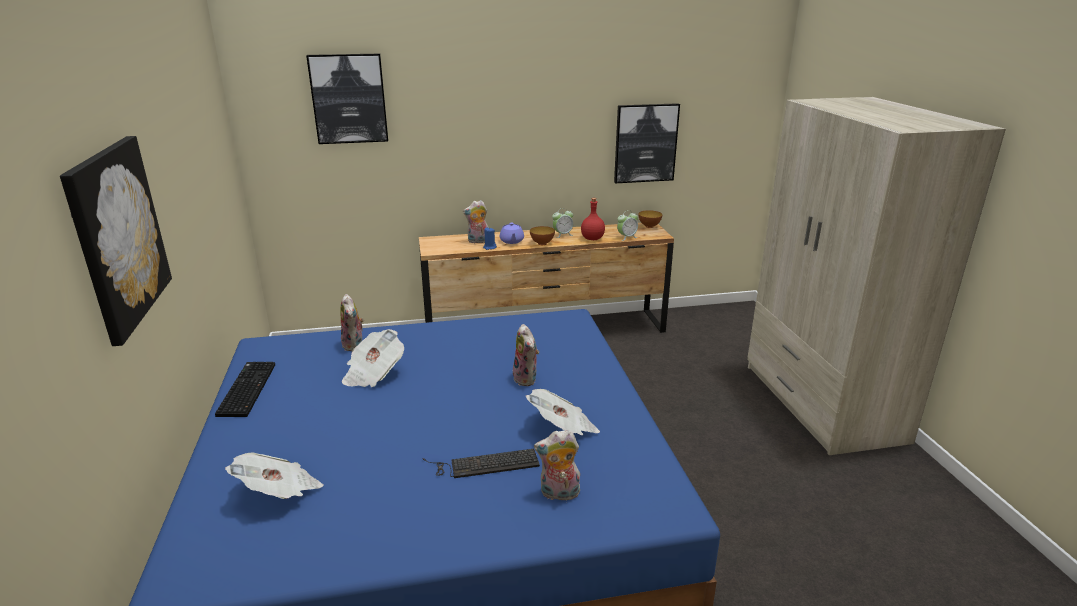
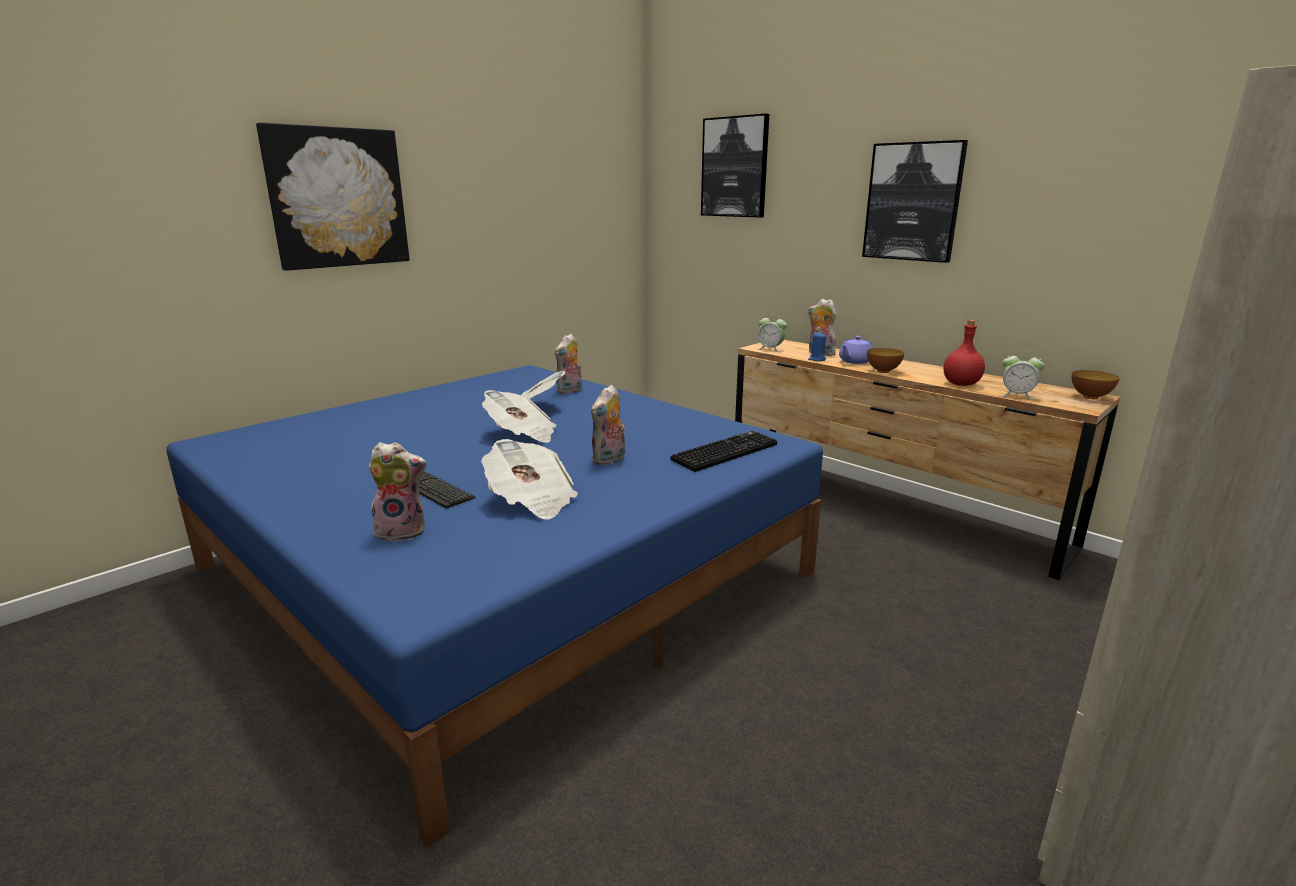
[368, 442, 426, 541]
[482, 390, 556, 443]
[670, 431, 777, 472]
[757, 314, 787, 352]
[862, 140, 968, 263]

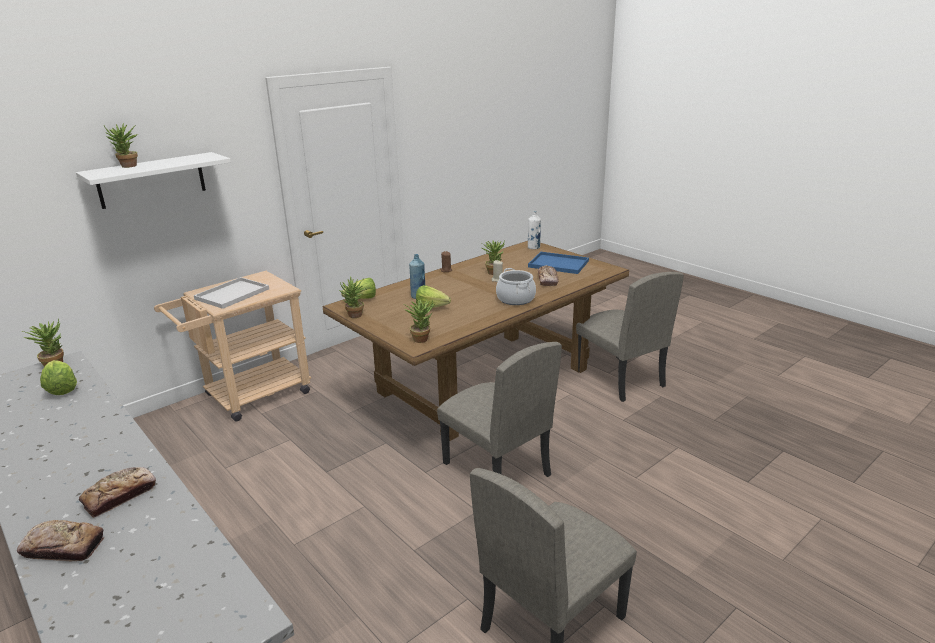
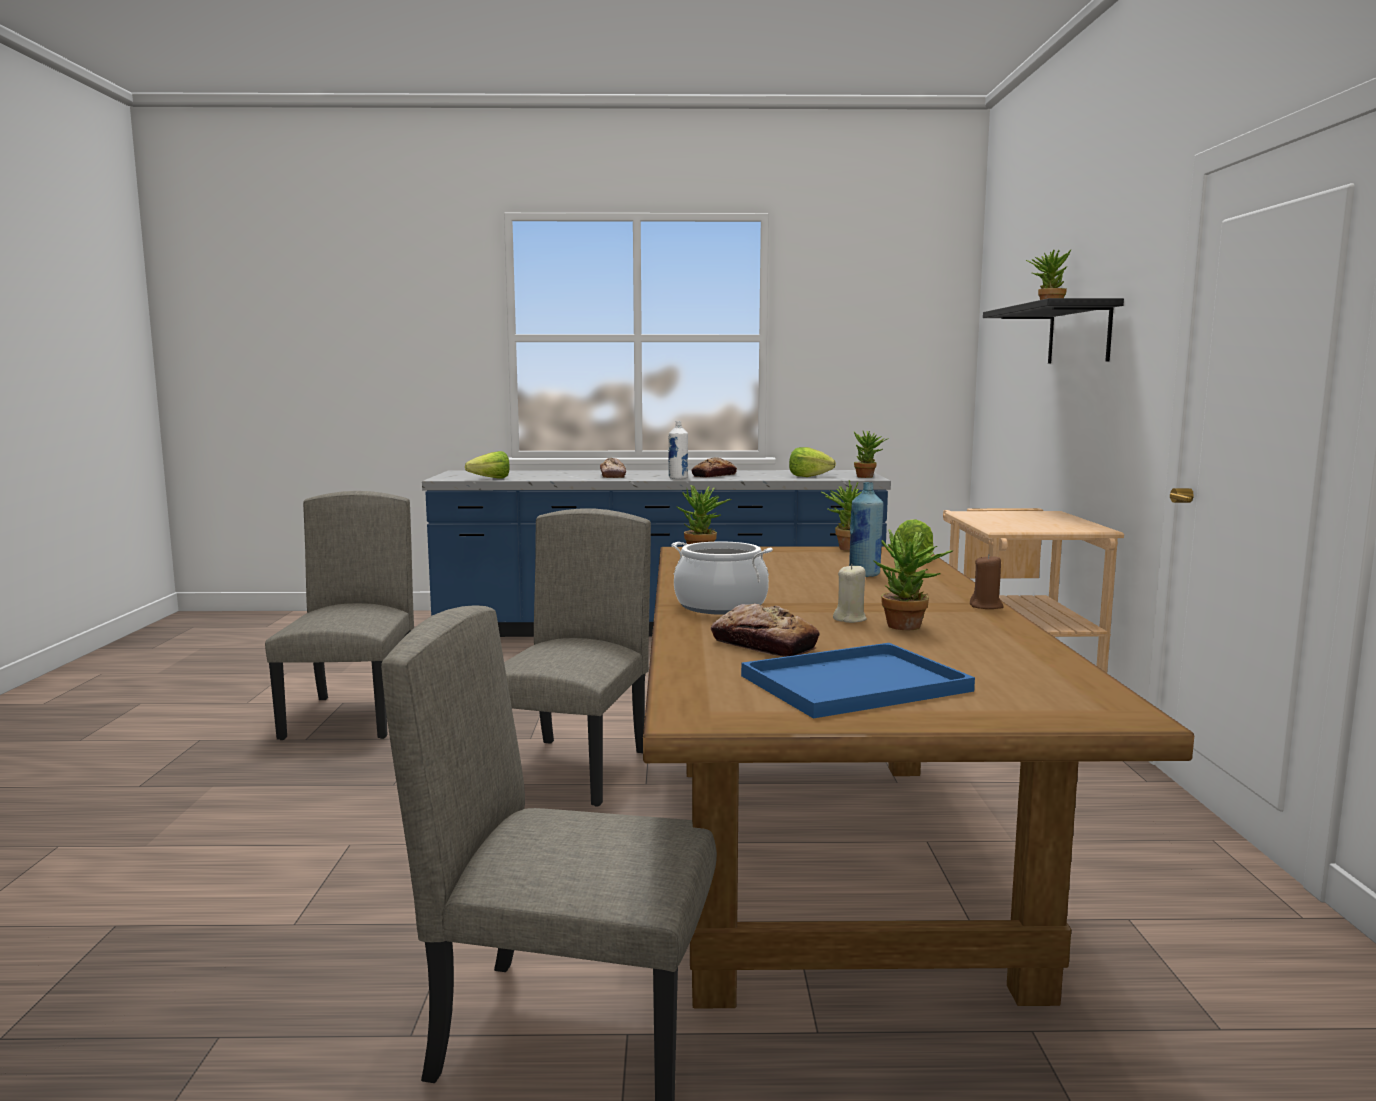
[465, 451, 509, 479]
[504, 508, 651, 807]
[668, 421, 688, 479]
[691, 457, 737, 477]
[983, 298, 1124, 364]
[194, 277, 269, 309] (first image)

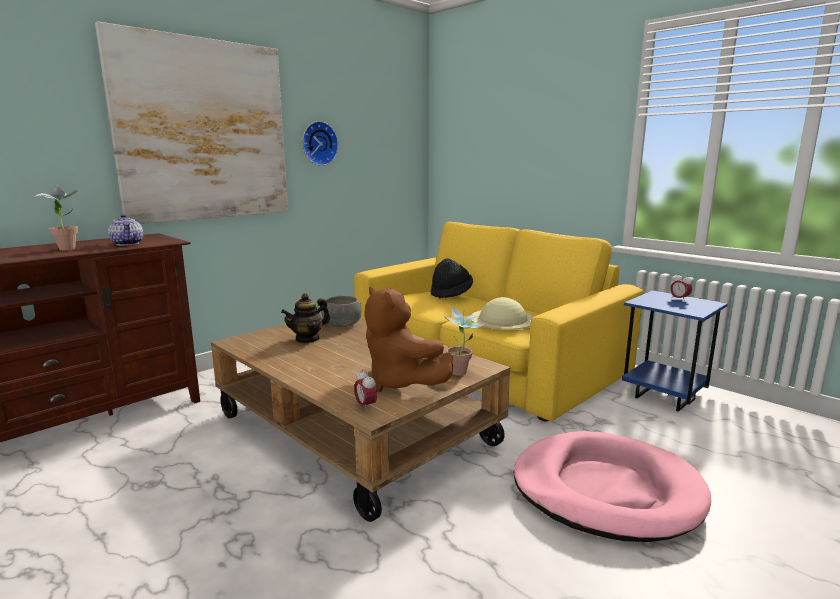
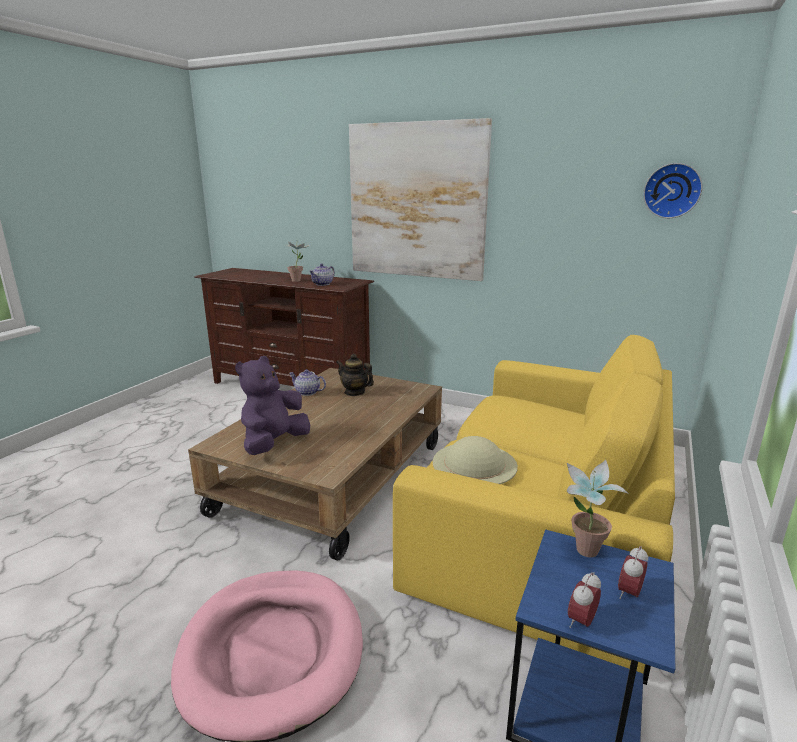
[235, 356, 310, 455]
[289, 369, 326, 396]
[567, 460, 628, 557]
[568, 572, 601, 628]
[643, 163, 702, 218]
[321, 296, 362, 327] (first image)
[431, 258, 473, 298] (first image)

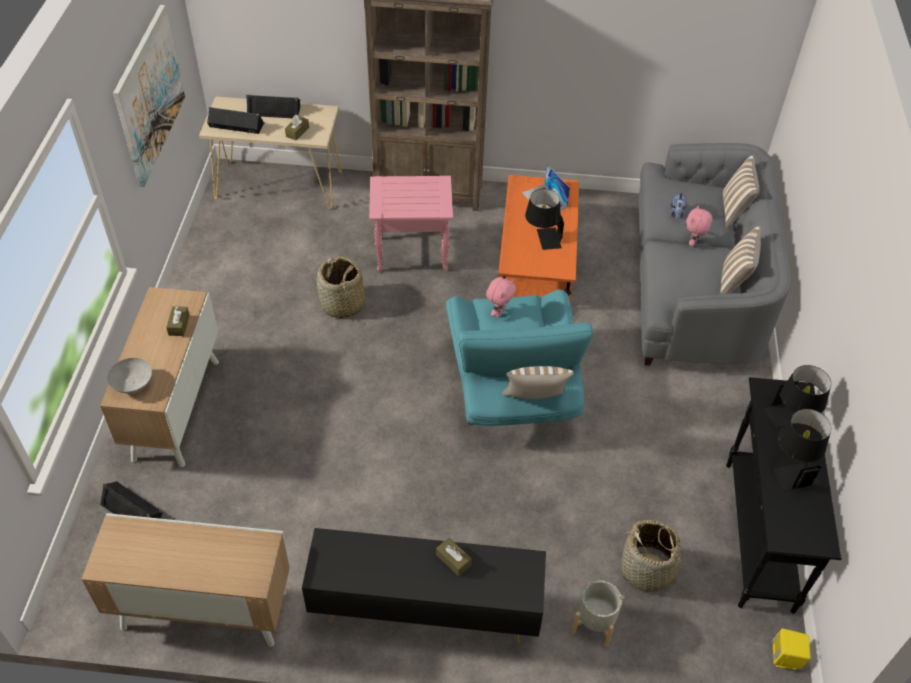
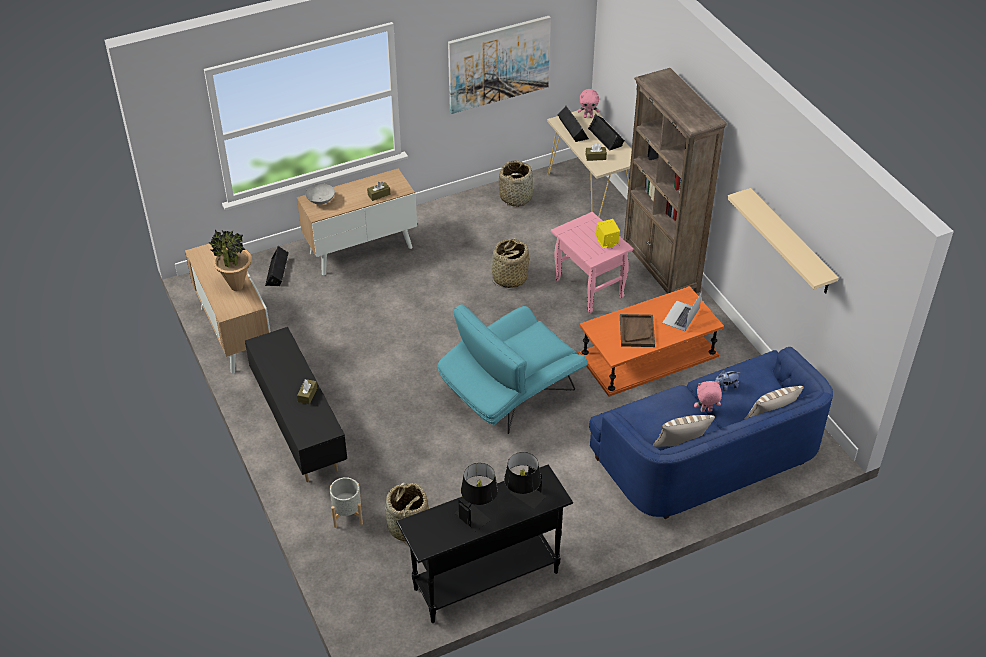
[209, 230, 252, 291]
[499, 160, 533, 207]
[578, 89, 600, 118]
[589, 347, 833, 519]
[596, 219, 620, 248]
[620, 314, 655, 347]
[727, 188, 839, 294]
[502, 366, 574, 399] (first image)

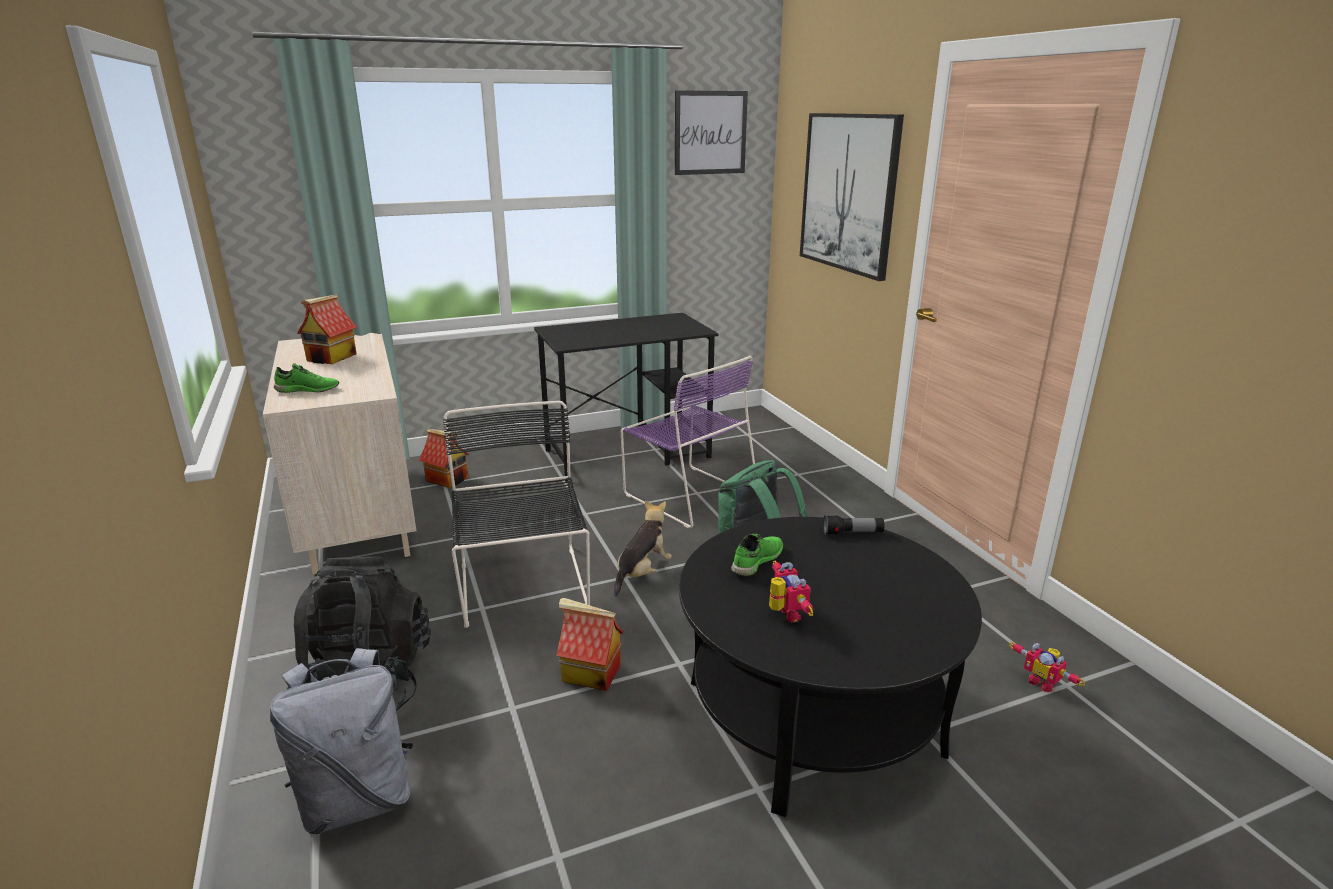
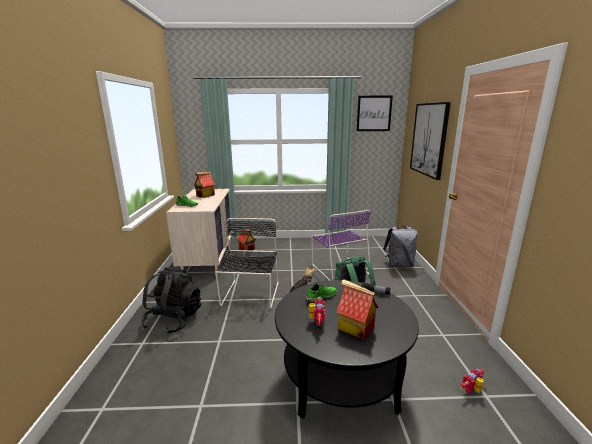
[336, 279, 379, 340]
[383, 226, 418, 267]
[461, 368, 484, 394]
[534, 313, 718, 482] (first image)

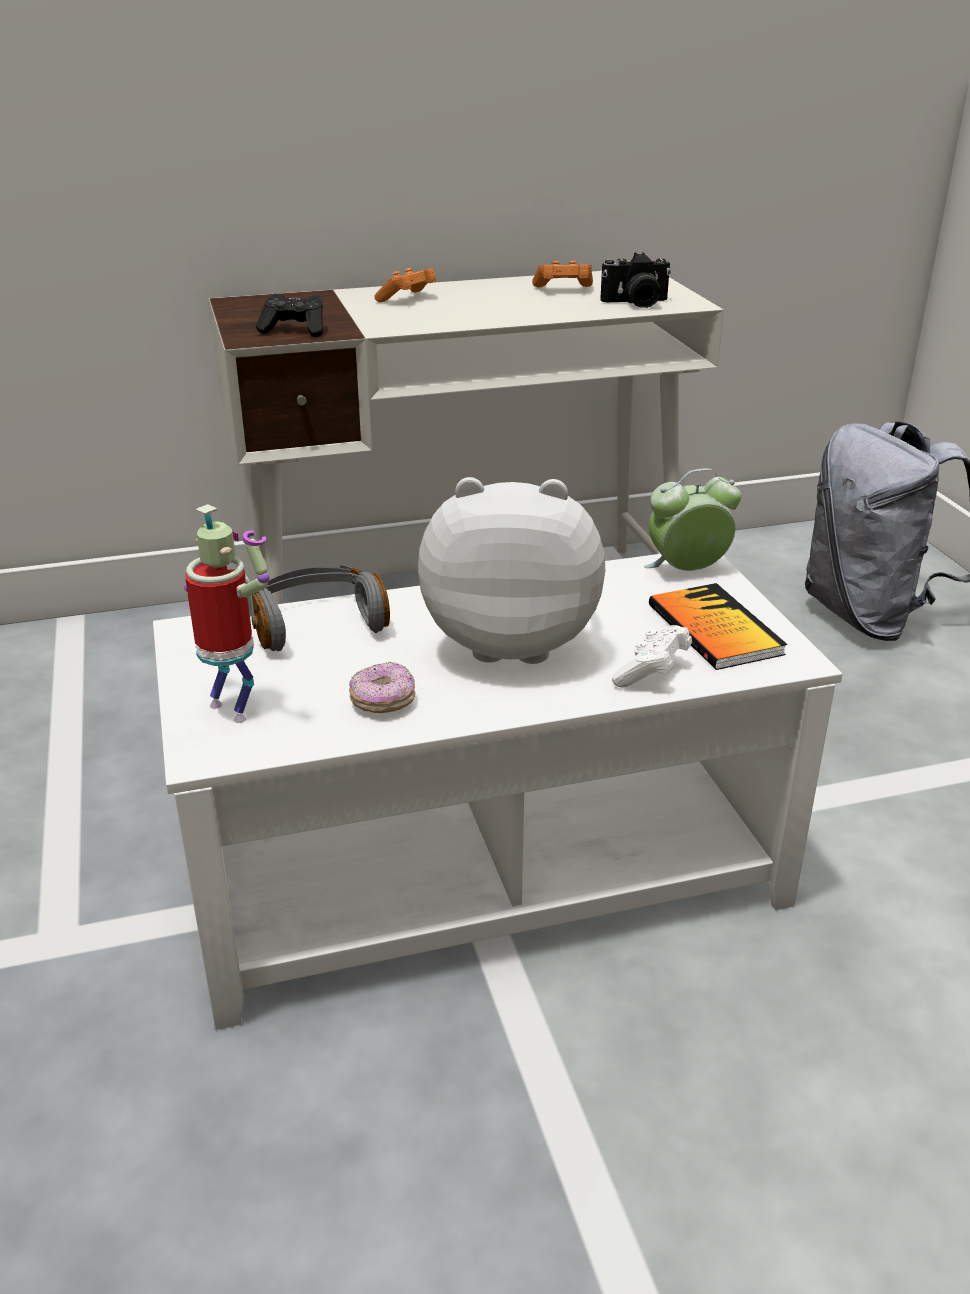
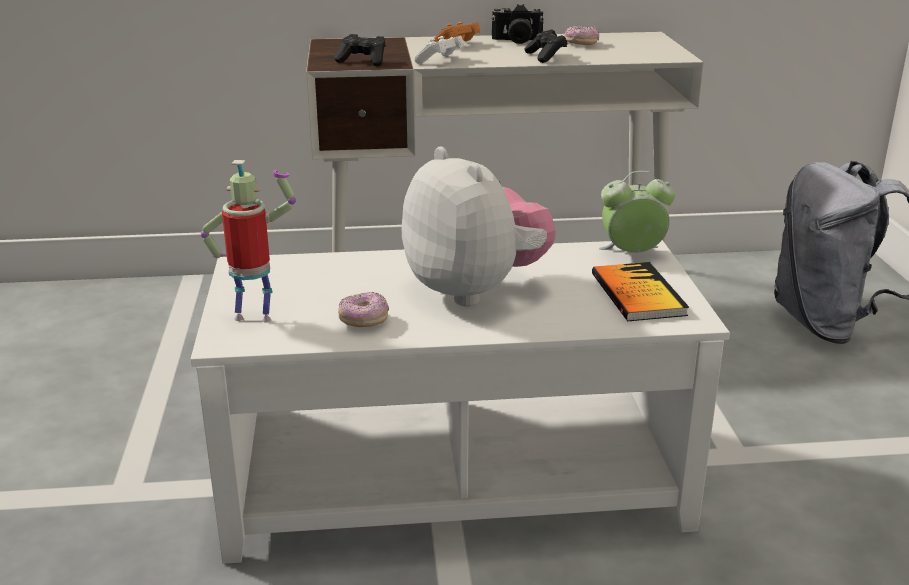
[201, 160, 296, 322]
[402, 146, 555, 307]
[414, 36, 464, 64]
[491, 4, 544, 44]
[525, 29, 568, 63]
[565, 26, 599, 45]
[251, 565, 390, 651] (first image)

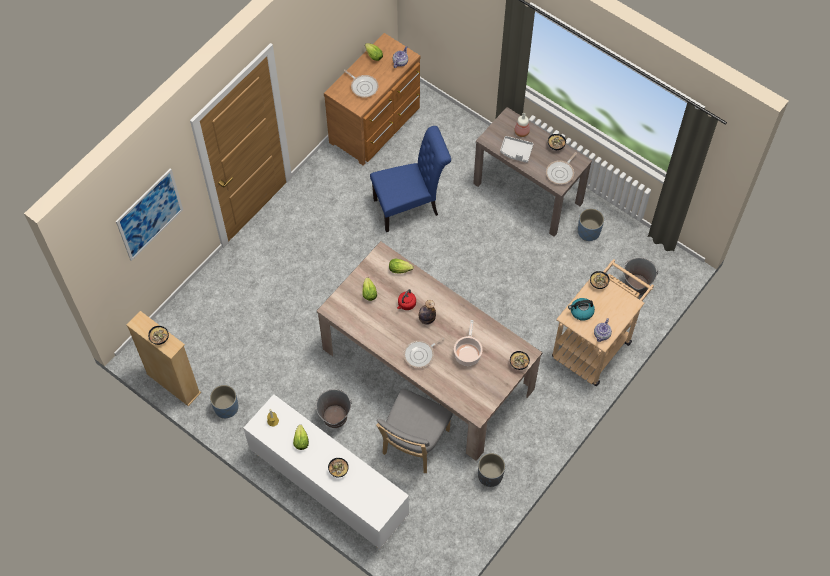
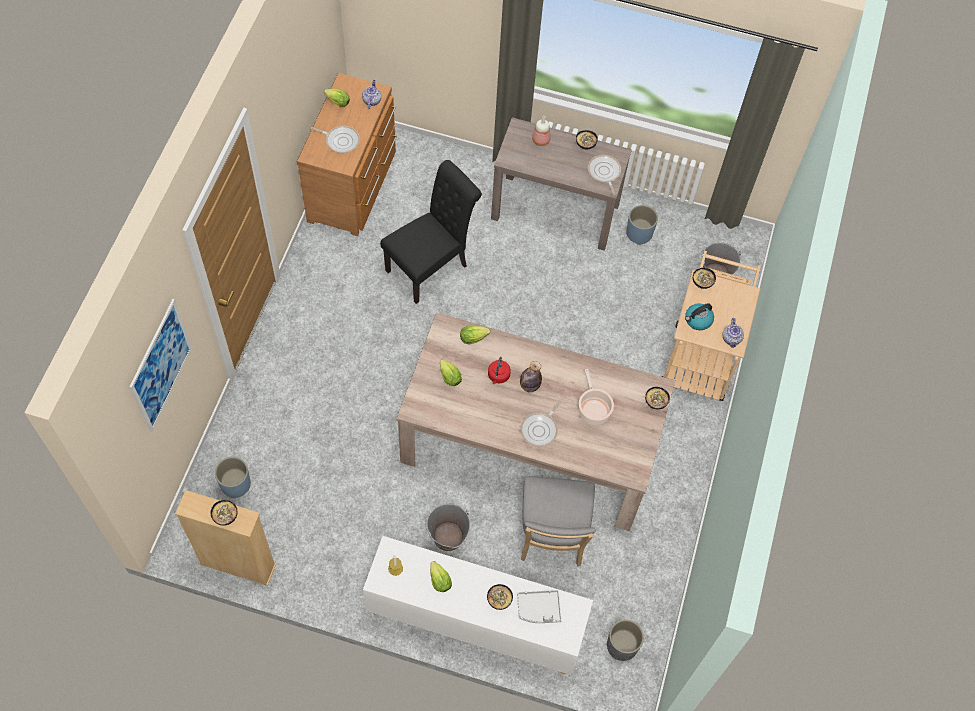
[215, 457, 251, 498]
[380, 160, 482, 304]
[517, 590, 562, 623]
[588, 155, 621, 196]
[607, 619, 644, 661]

